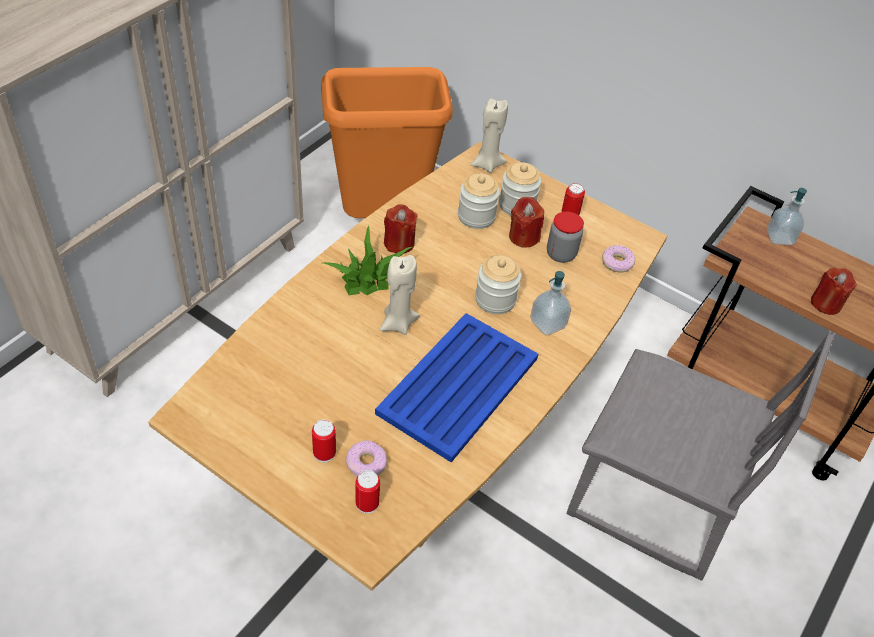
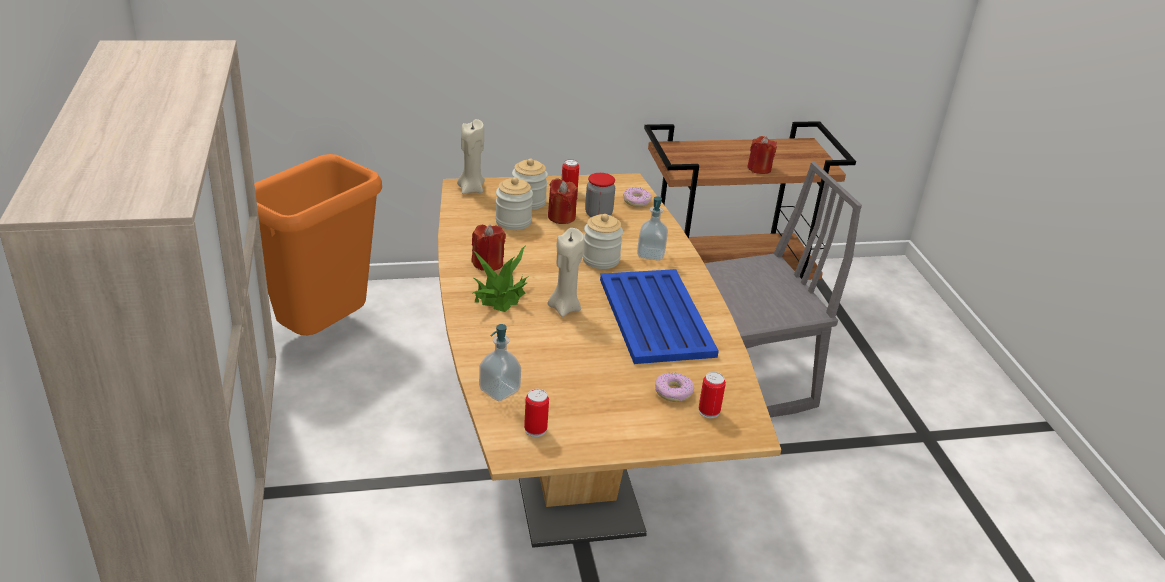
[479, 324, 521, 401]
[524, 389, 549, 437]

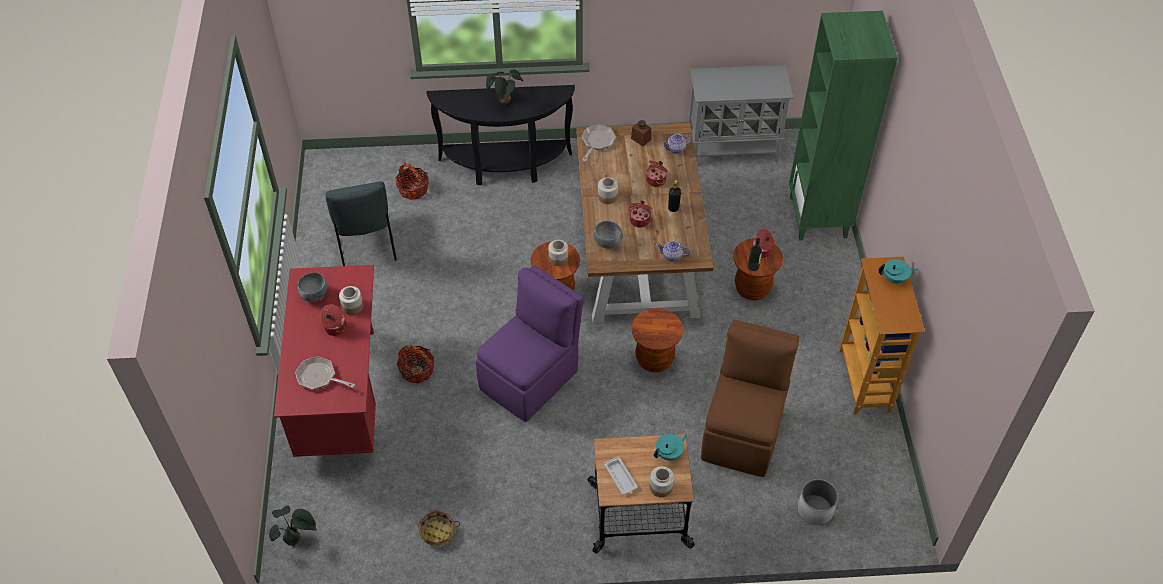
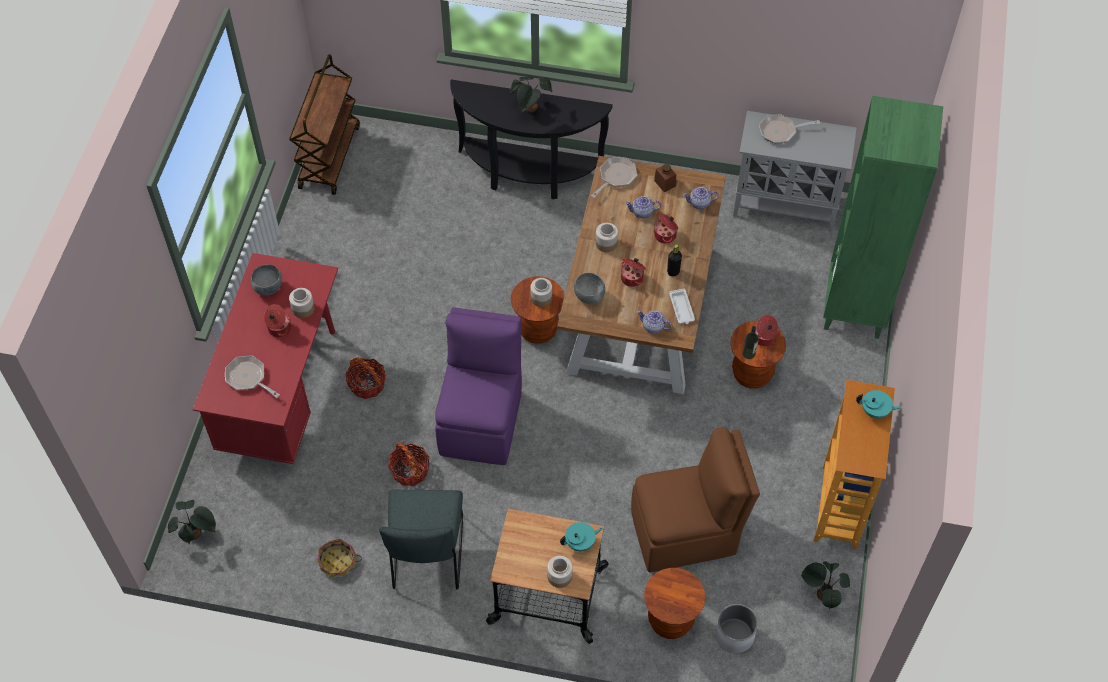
[289, 54, 360, 195]
[379, 490, 463, 590]
[388, 442, 430, 486]
[435, 307, 522, 465]
[625, 196, 661, 218]
[631, 427, 760, 572]
[644, 568, 705, 639]
[669, 289, 695, 324]
[759, 114, 820, 144]
[801, 561, 850, 609]

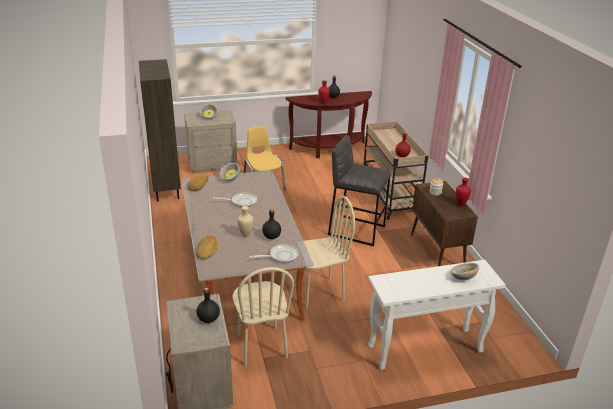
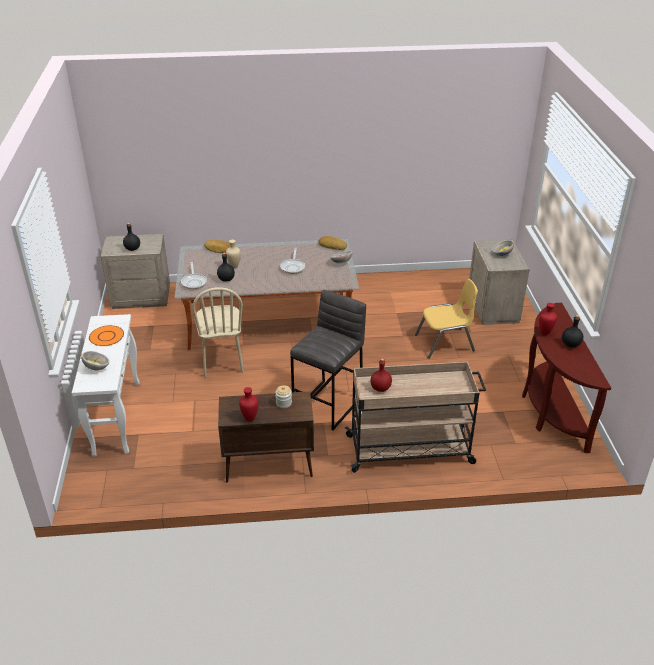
[89, 325, 124, 346]
[139, 59, 181, 201] (first image)
[232, 267, 294, 366] (first image)

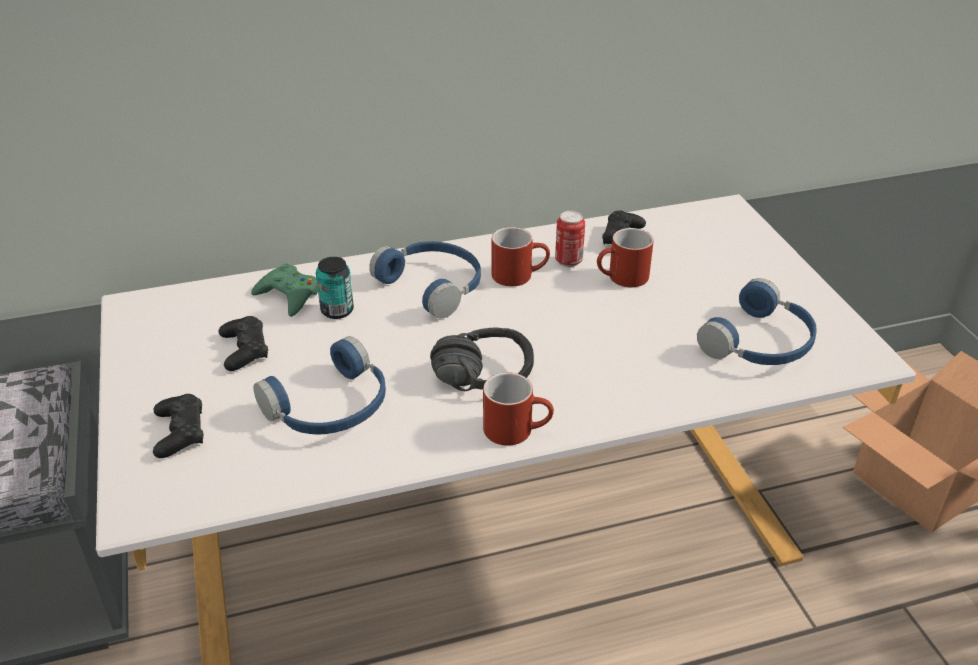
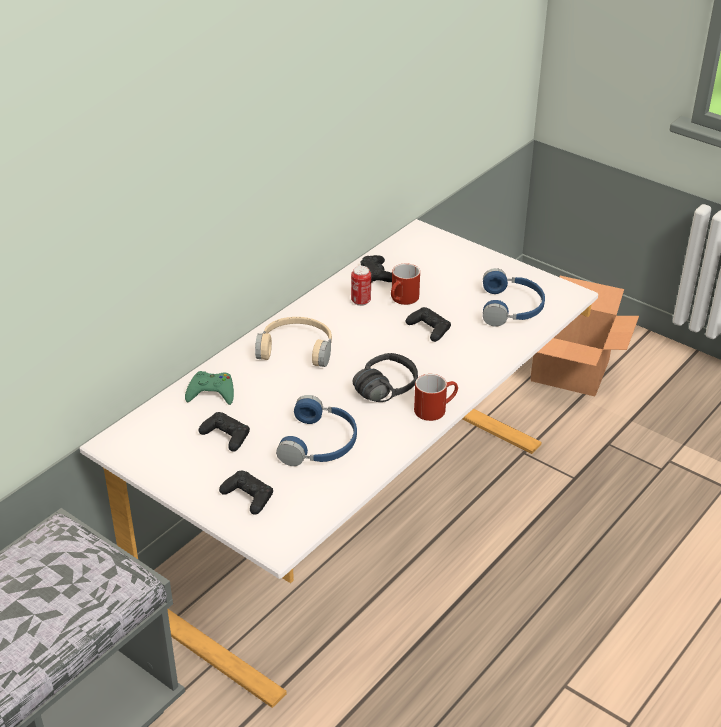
[255, 317, 332, 367]
[406, 307, 451, 342]
[316, 257, 354, 319] (first image)
[492, 227, 550, 286] (first image)

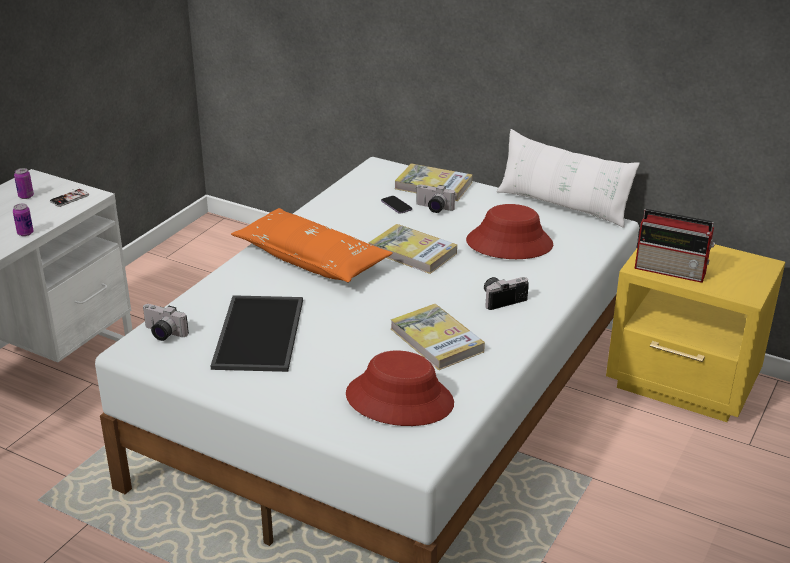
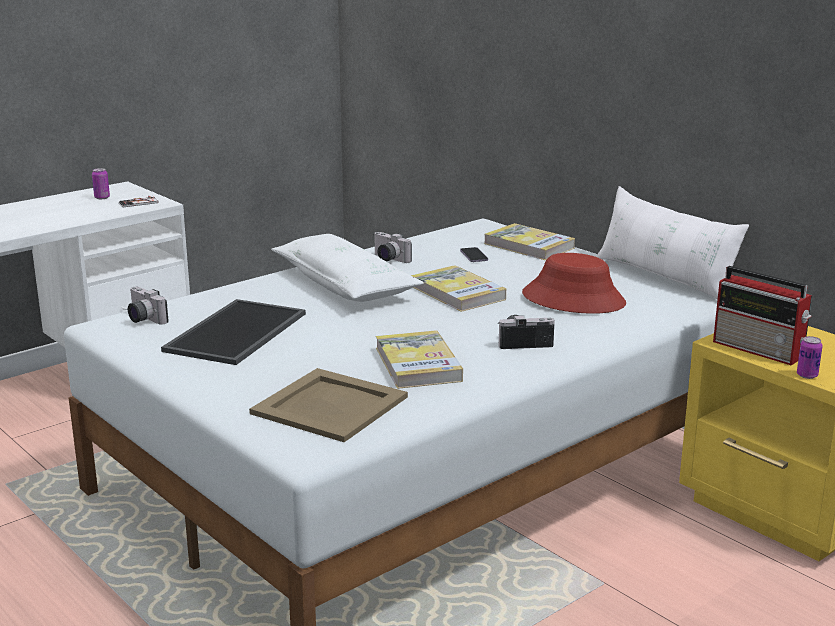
[249, 368, 408, 442]
[271, 234, 424, 302]
[374, 232, 412, 263]
[797, 336, 822, 379]

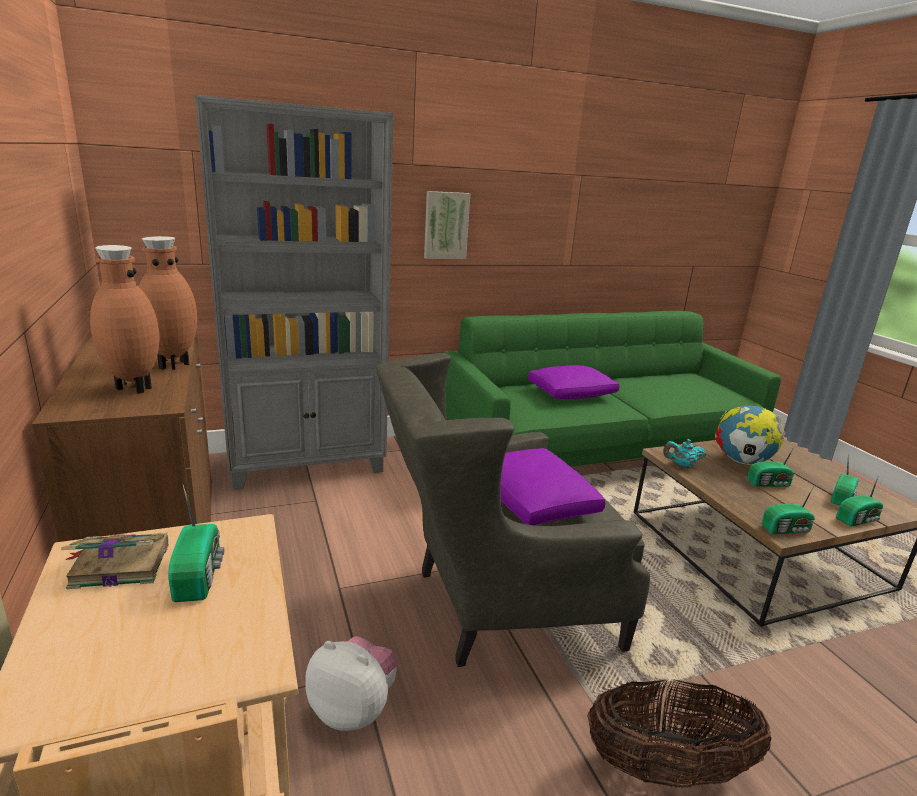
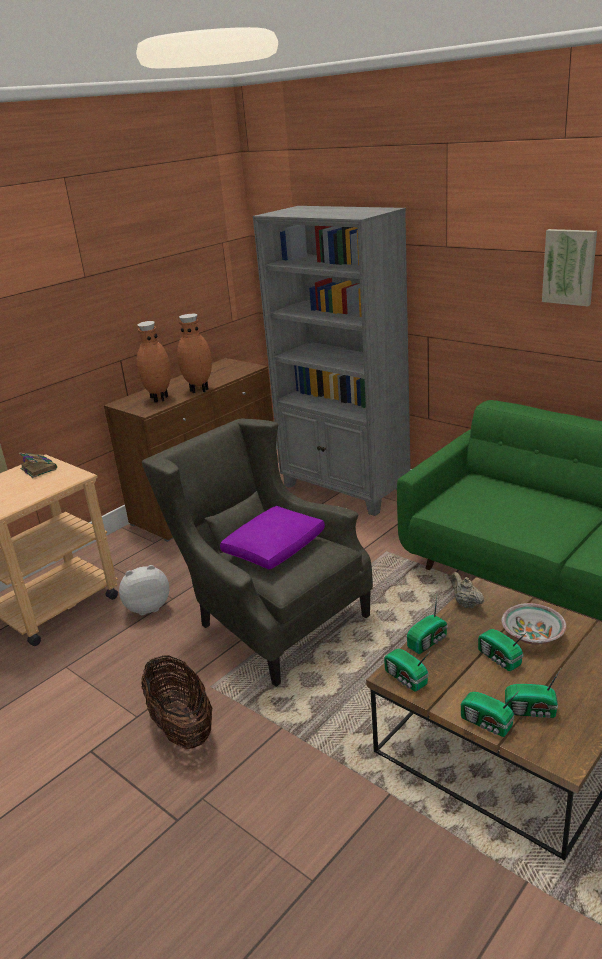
[119, 565, 169, 615]
[407, 596, 448, 654]
[451, 572, 484, 608]
[501, 603, 567, 645]
[542, 229, 597, 307]
[528, 365, 620, 399] (first image)

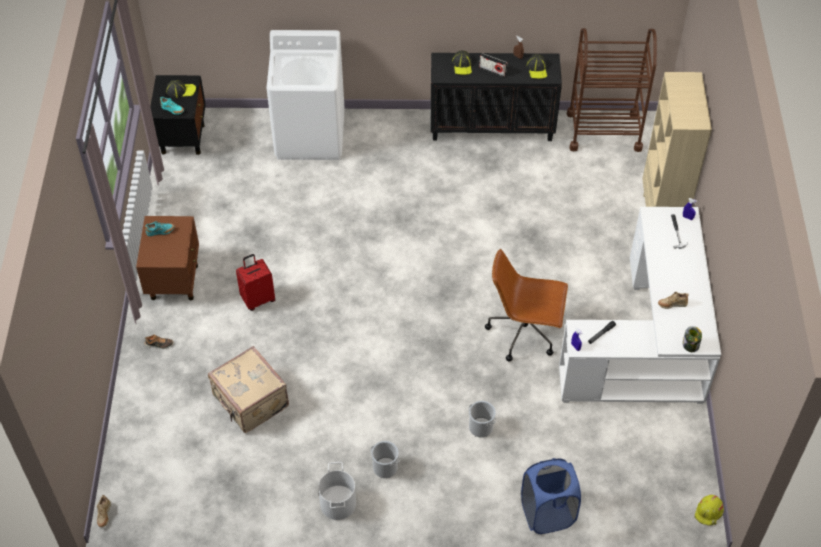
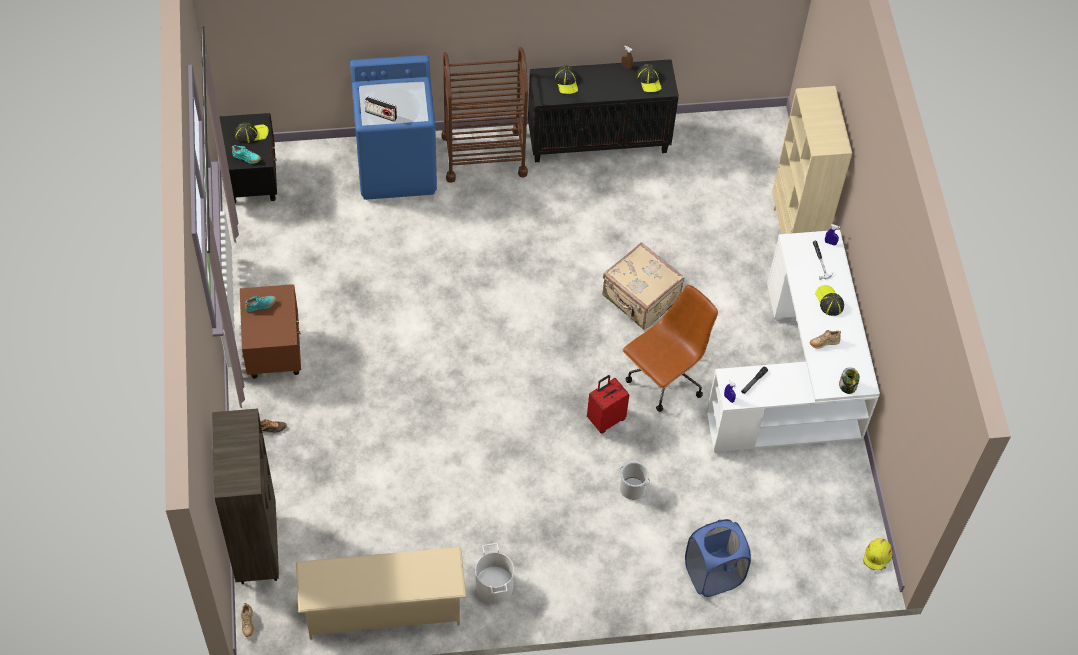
[212, 408, 279, 584]
[296, 547, 466, 640]
[350, 55, 437, 200]
[365, 96, 397, 122]
[441, 47, 528, 183]
[587, 375, 630, 433]
[602, 242, 684, 330]
[623, 285, 718, 412]
[815, 285, 844, 316]
[370, 441, 400, 478] (first image)

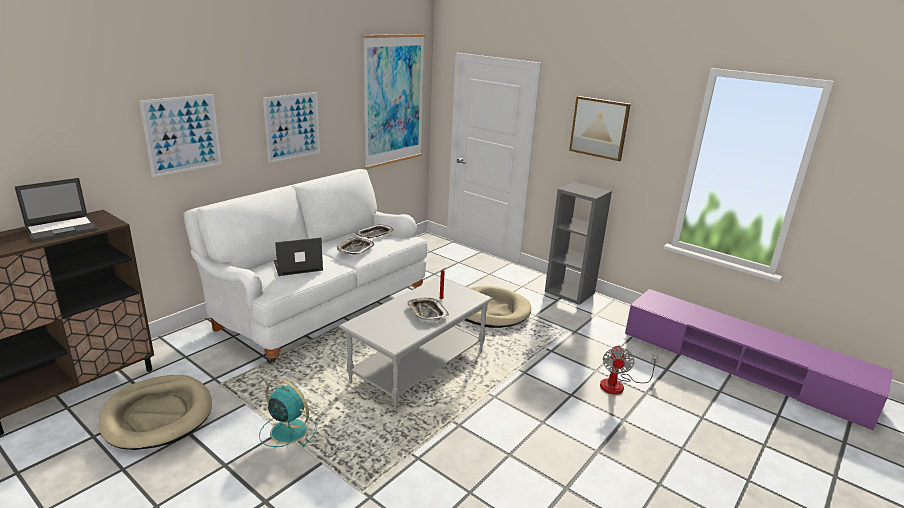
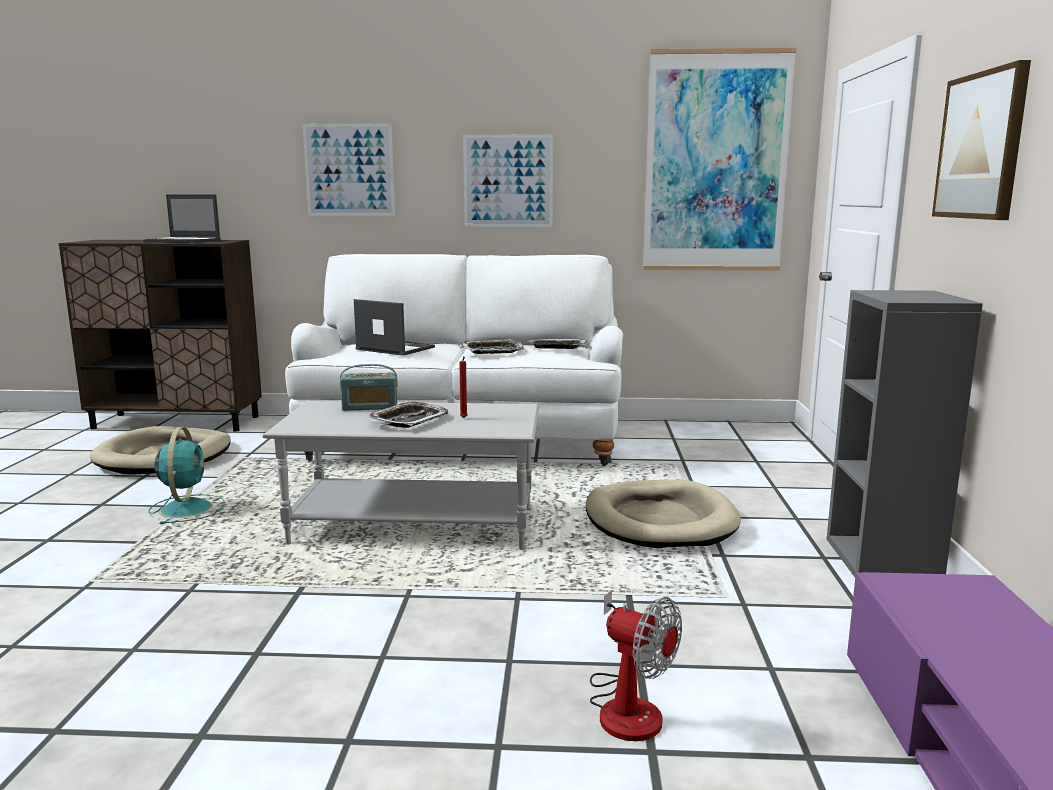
[340, 364, 398, 411]
[590, 590, 682, 741]

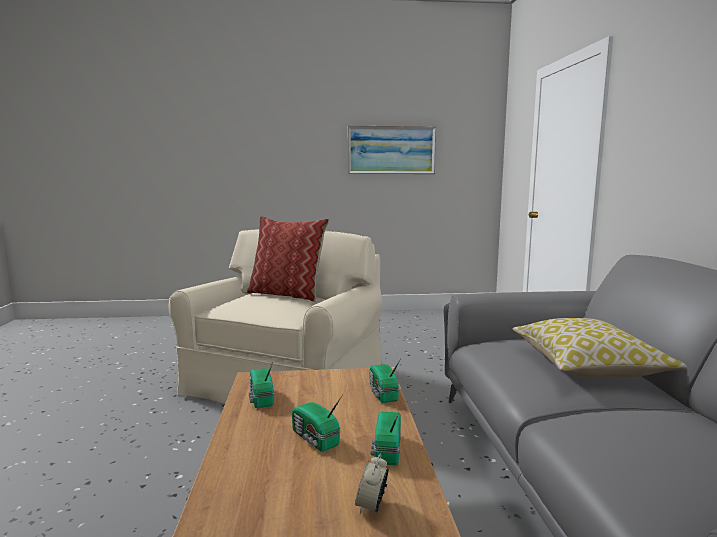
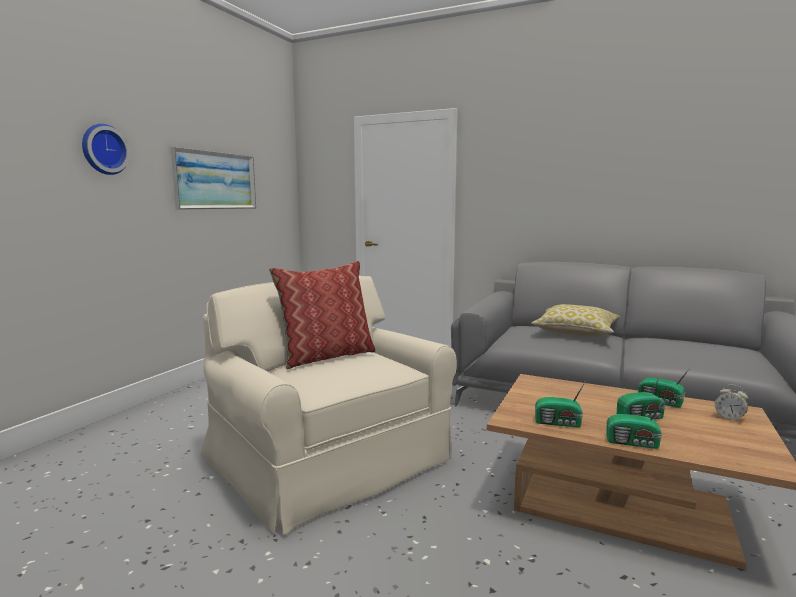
[82, 124, 130, 175]
[606, 398, 665, 449]

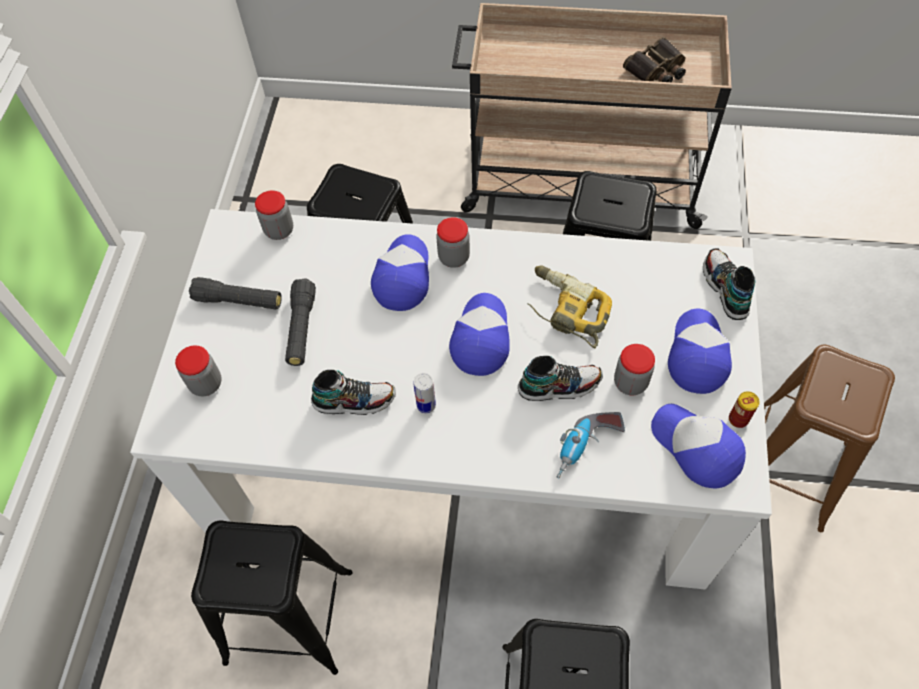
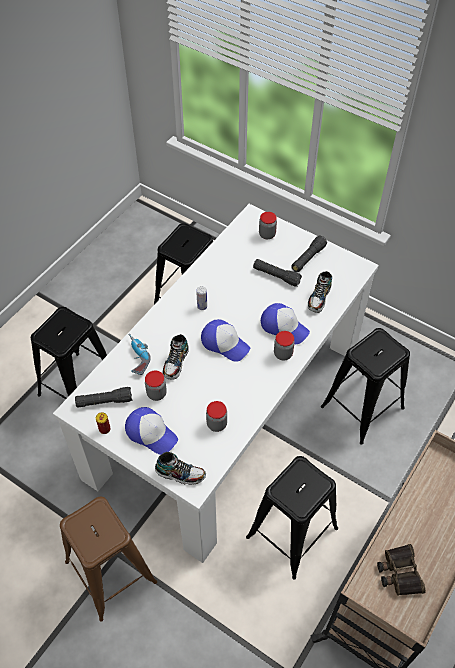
[75, 387, 132, 408]
[206, 401, 227, 432]
[308, 271, 332, 313]
[527, 265, 612, 348] (first image)

